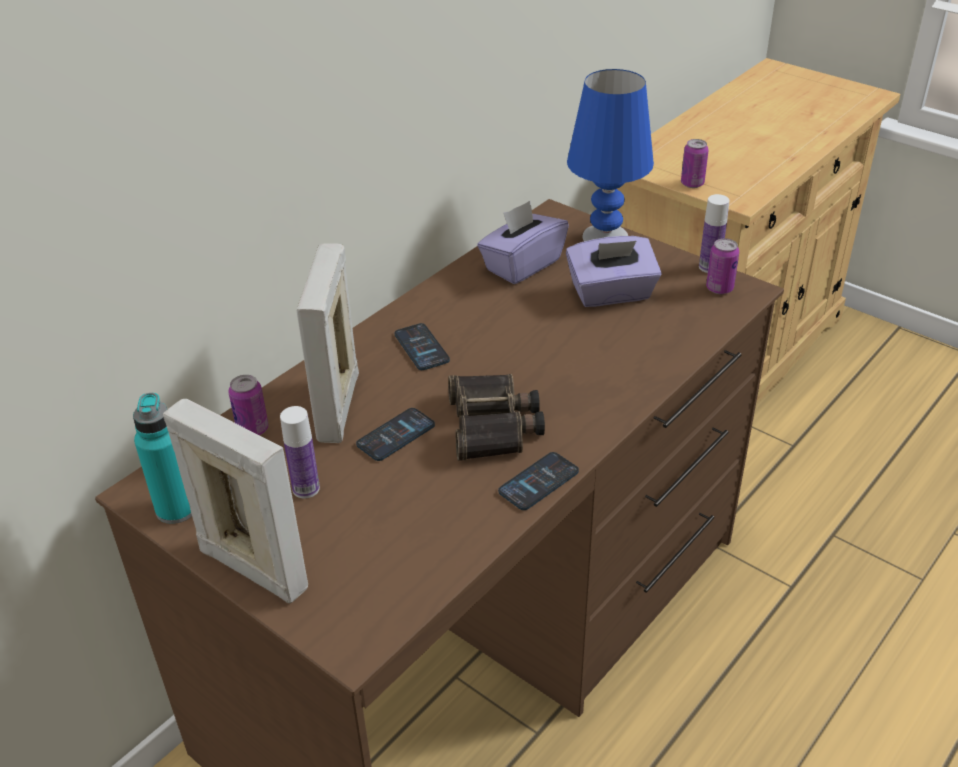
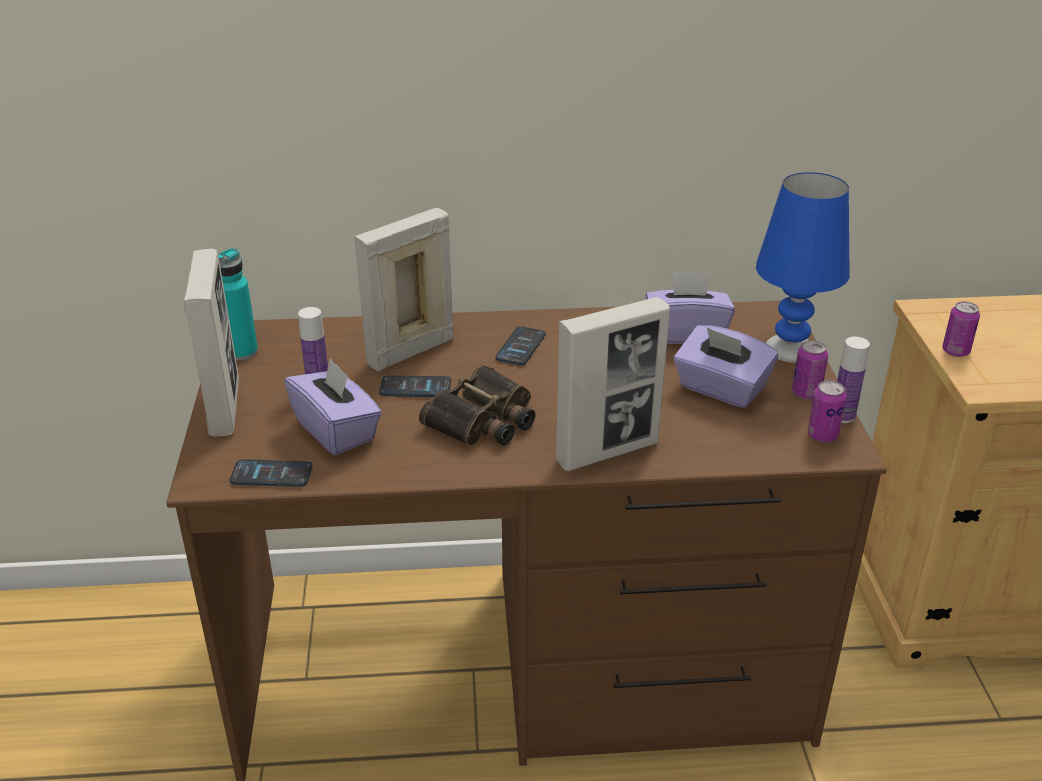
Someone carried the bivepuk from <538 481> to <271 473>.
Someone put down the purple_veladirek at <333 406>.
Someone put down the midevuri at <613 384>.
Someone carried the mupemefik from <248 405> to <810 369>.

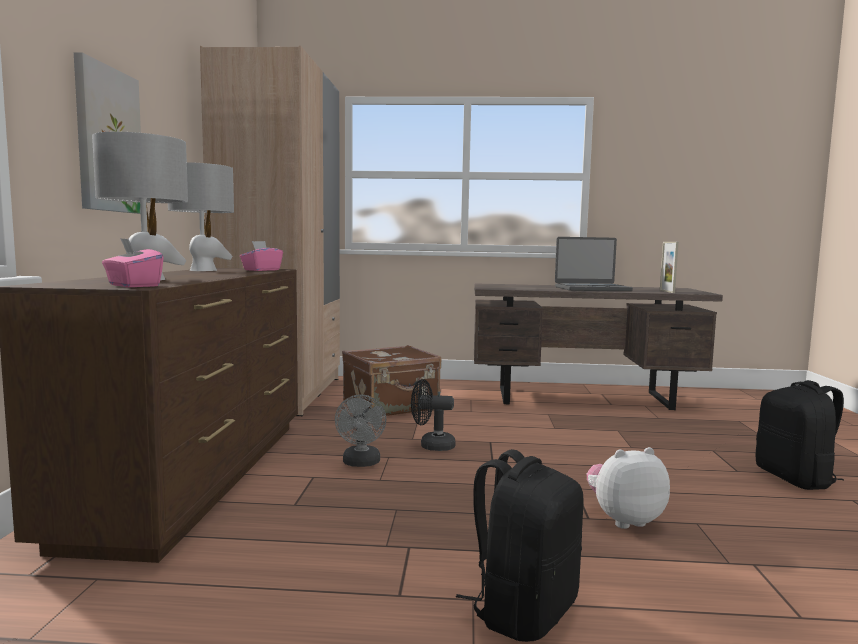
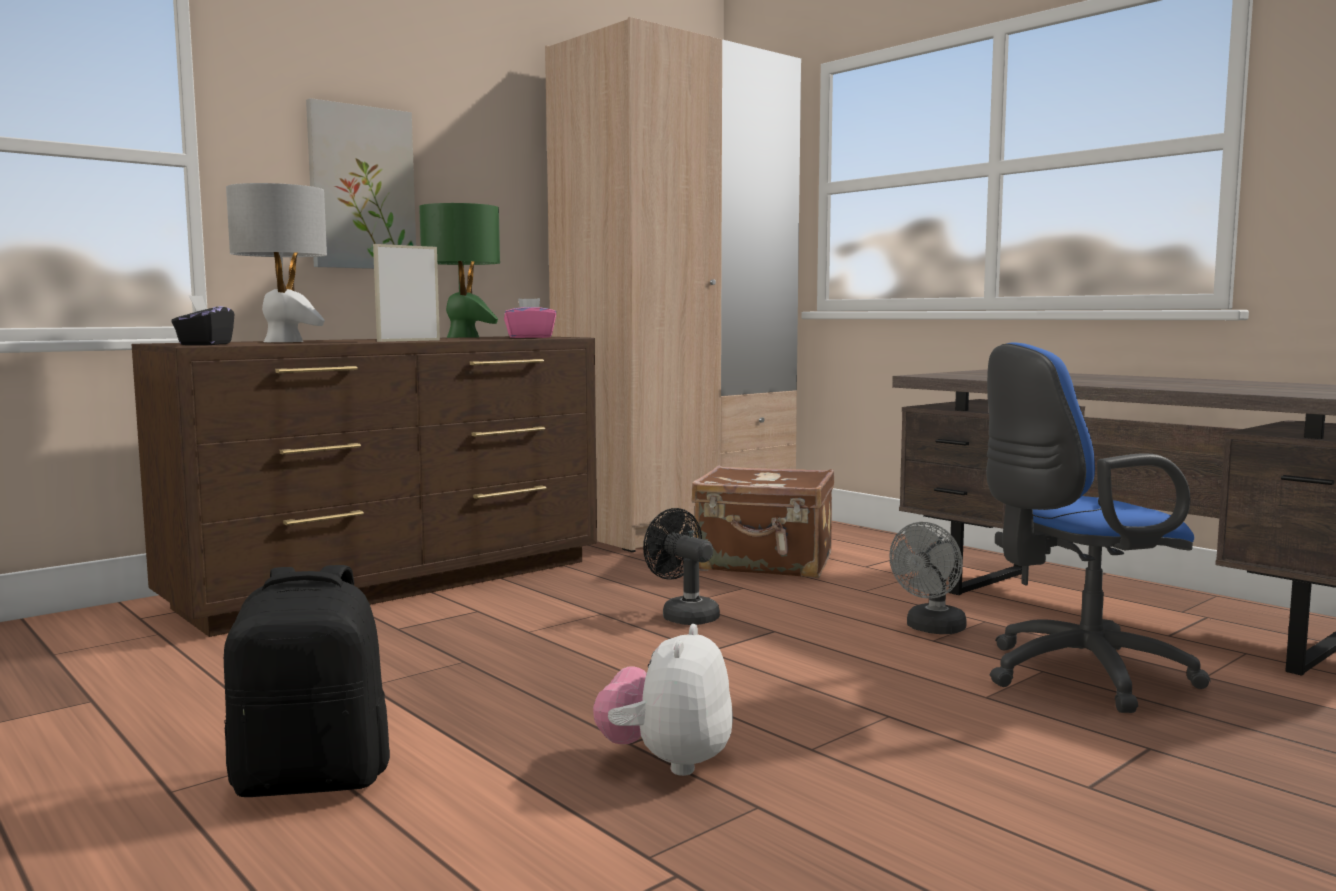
Someone repainted the pink_veladirek at <133 262>, which became the black_veladirek at <203 320>.
Someone carried the midevuri from <669 267> to <406 293>.
Someone repainted the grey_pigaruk at <201 216>, which became the green_pigaruk at <459 270>.
Someone rotated the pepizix at <628 488> by 105 degrees counterclockwise.
Someone carried the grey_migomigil from <360 430> to <928 578>.
Someone put down the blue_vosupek at <1098 527>.
Someone took away the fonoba at <594 264>.
Someone took away the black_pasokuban at <800 435>.

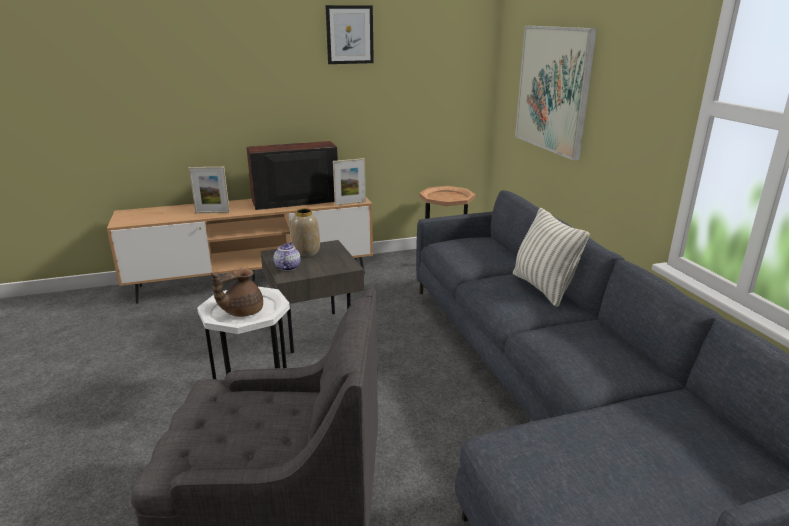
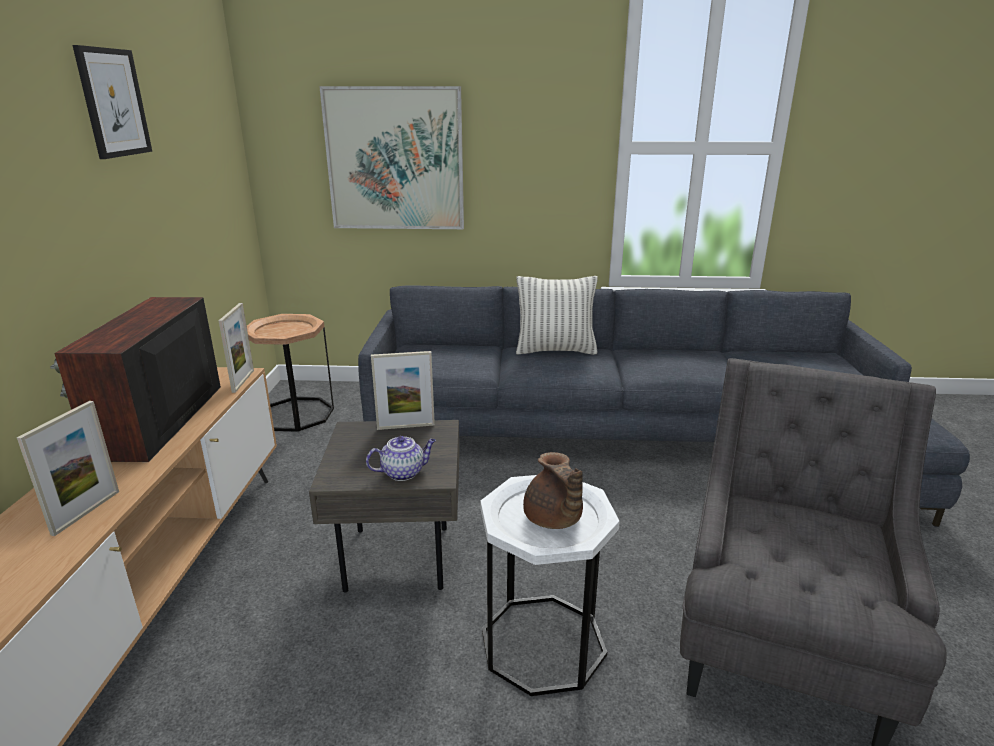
Someone rotated the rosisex at <287 256> by 135 degrees clockwise.
Someone put down the midevuri at <403 390>.
Someone took away the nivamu at <305 232>.

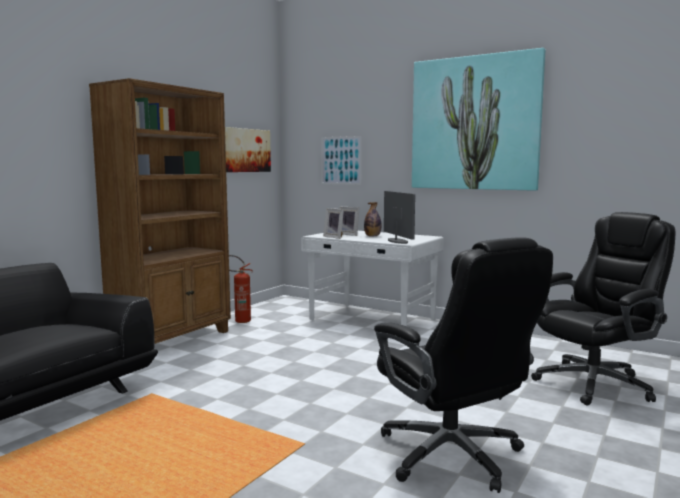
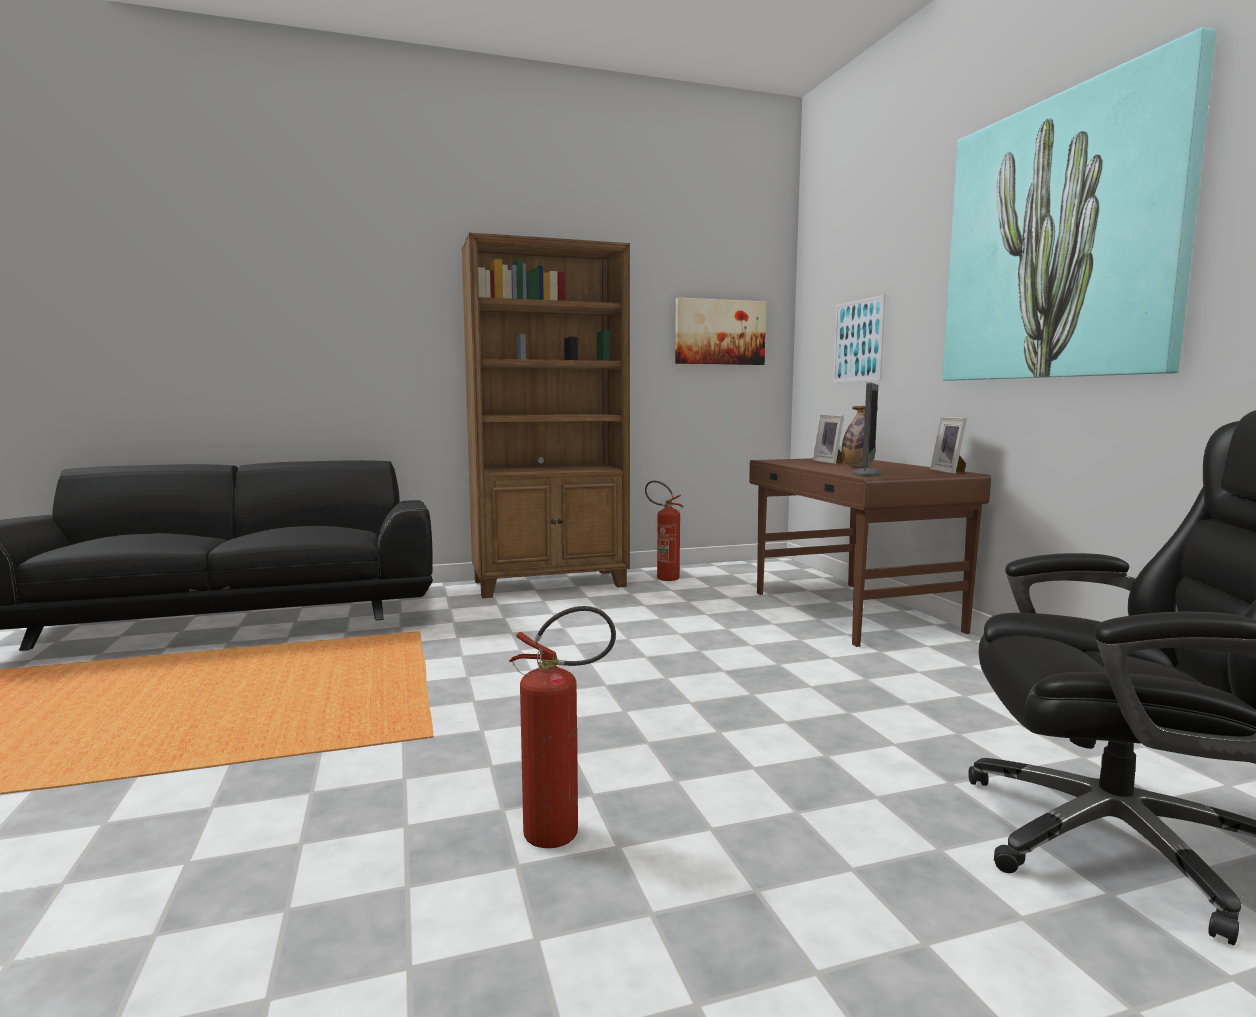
Someone swapped the black_vosupek at <463 365> for the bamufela at <562 727>.
Someone repainted the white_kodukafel at <372 279>, which became the brown_kodukafel at <870 552>.
Someone carried the midevuri from <333 223> to <948 445>.

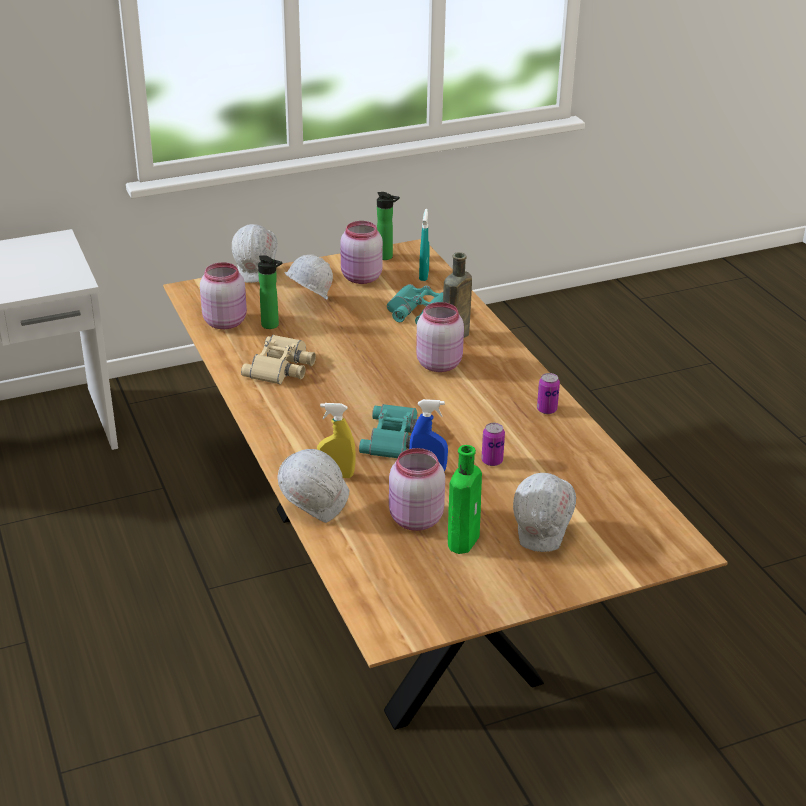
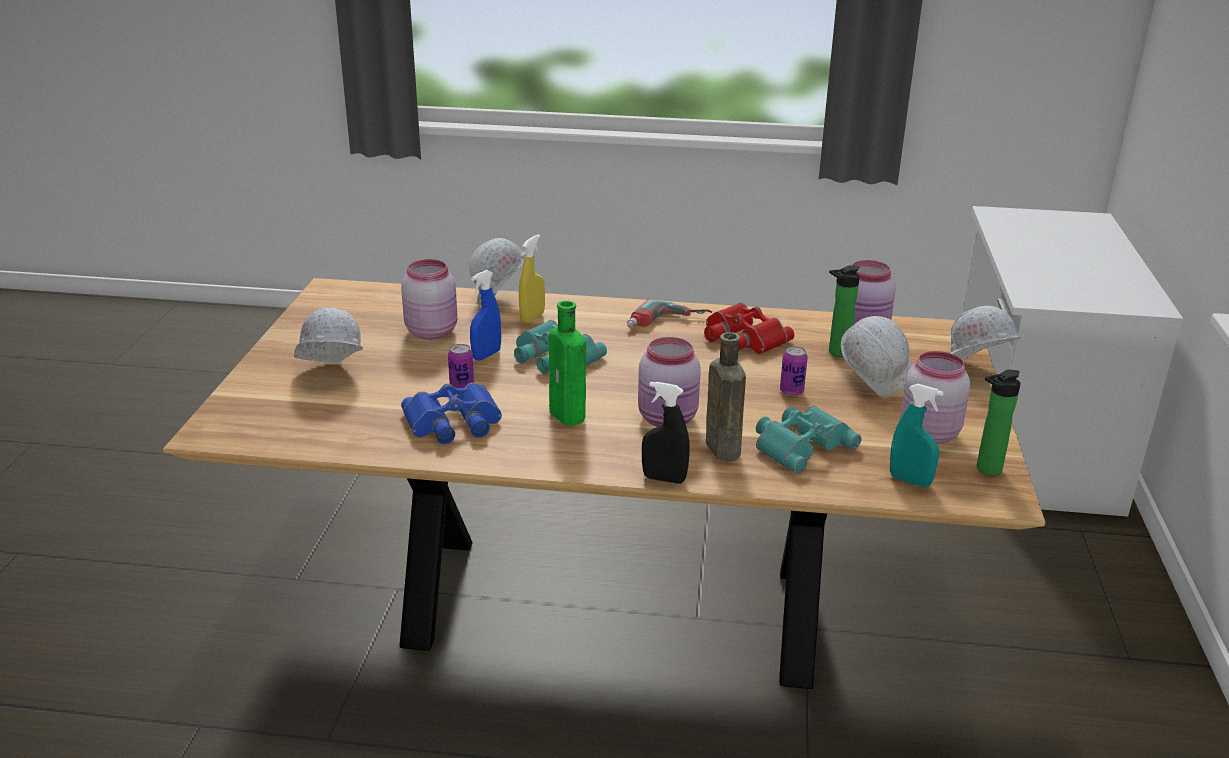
Someone put down the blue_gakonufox at <451 413>.
Someone carried the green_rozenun from <465 499> to <567 363>.
Someone put down the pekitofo at <669 313>.
Someone put down the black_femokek at <666 433>.
Someone repainted the beige_gakonufox at <278 360>, which became the red_gakonufox at <749 328>.
Someone carried the mupemefik from <548 393> to <794 371>.

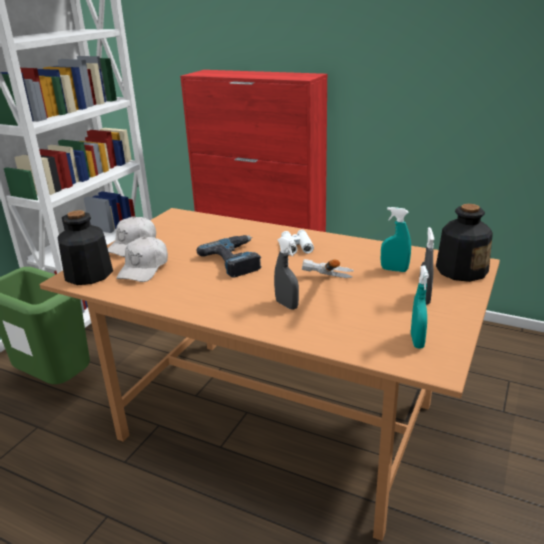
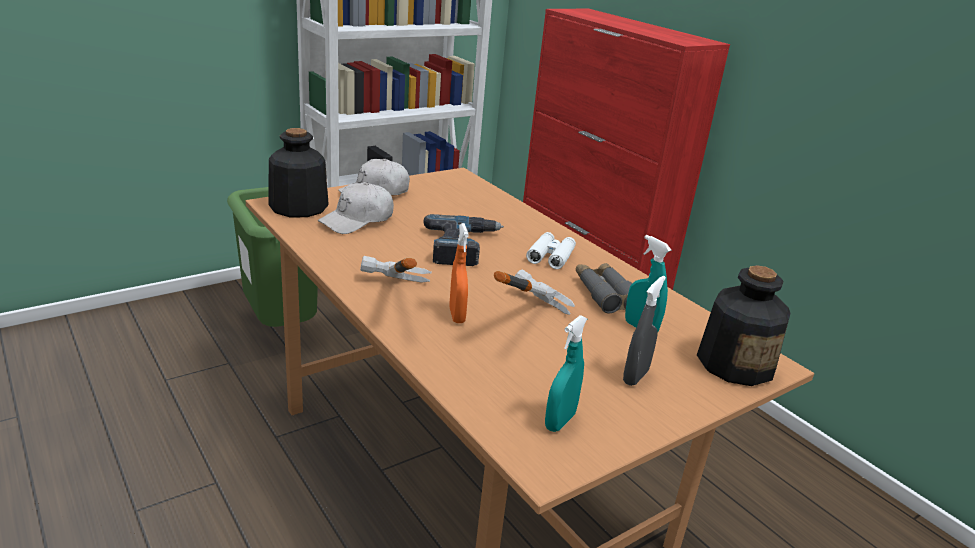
Someone put down the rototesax at <396 269>.
Someone repainted the grey_femokek at <286 273>, which became the orange_femokek at <459 273>.
Someone put down the grey_gakonufox at <604 288>.

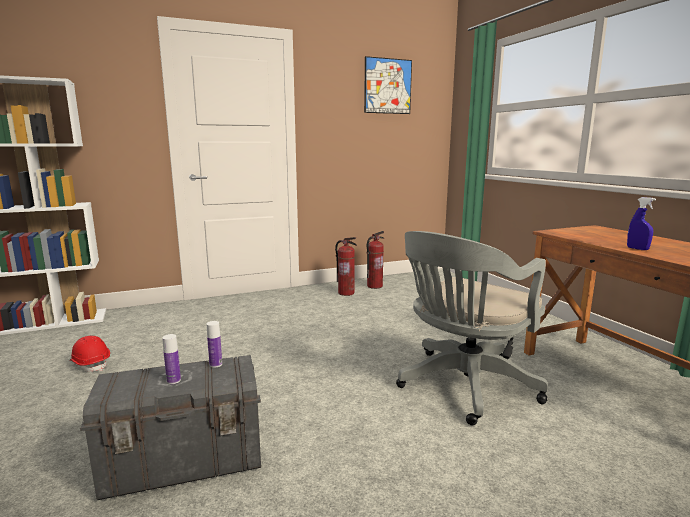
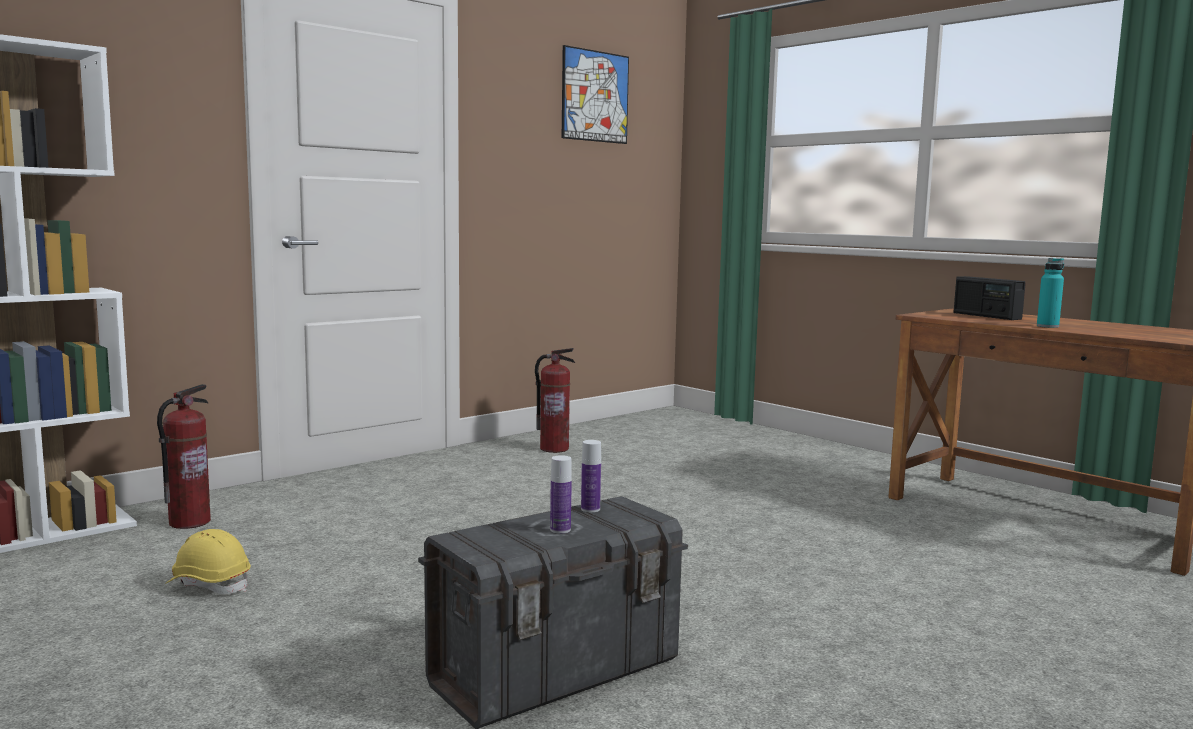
Someone carried the bamufela from <375 260> to <184 456>.
Someone repainted the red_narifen at <90 354>, which became the yellow_narifen at <208 561>.
Someone put down the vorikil at <989 298>.
Someone swapped the blue_femokek at <641 223> for the turquoise_rozenun at <1050 293>.
Someone took away the grey_vosupek at <472 328>.

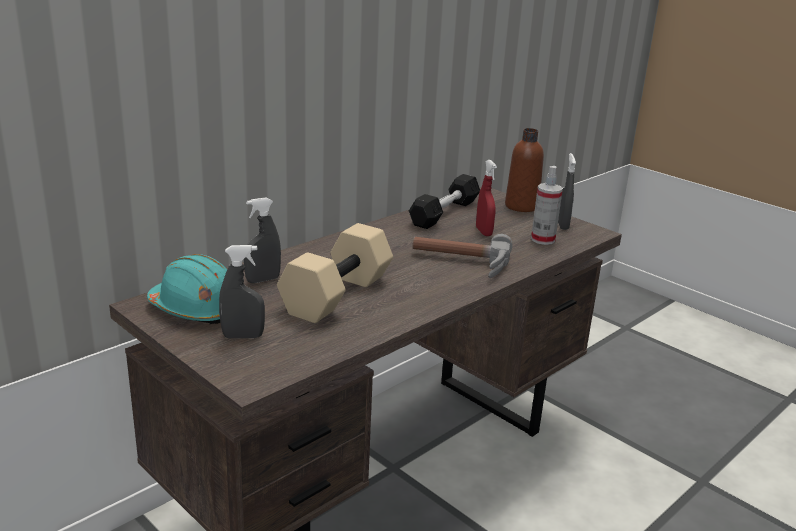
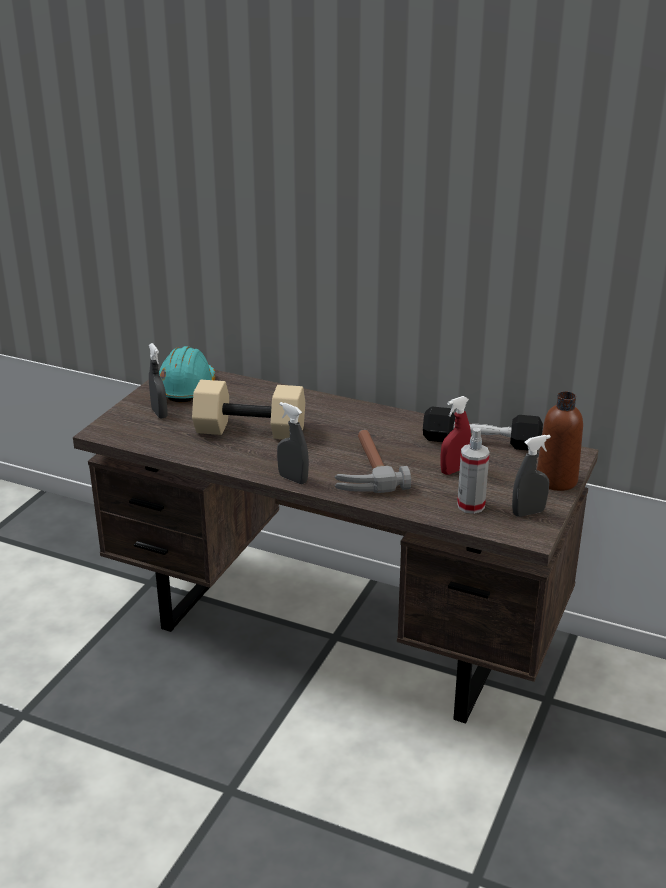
Someone carried the grey_femokek from <262 240> to <293 443>.

